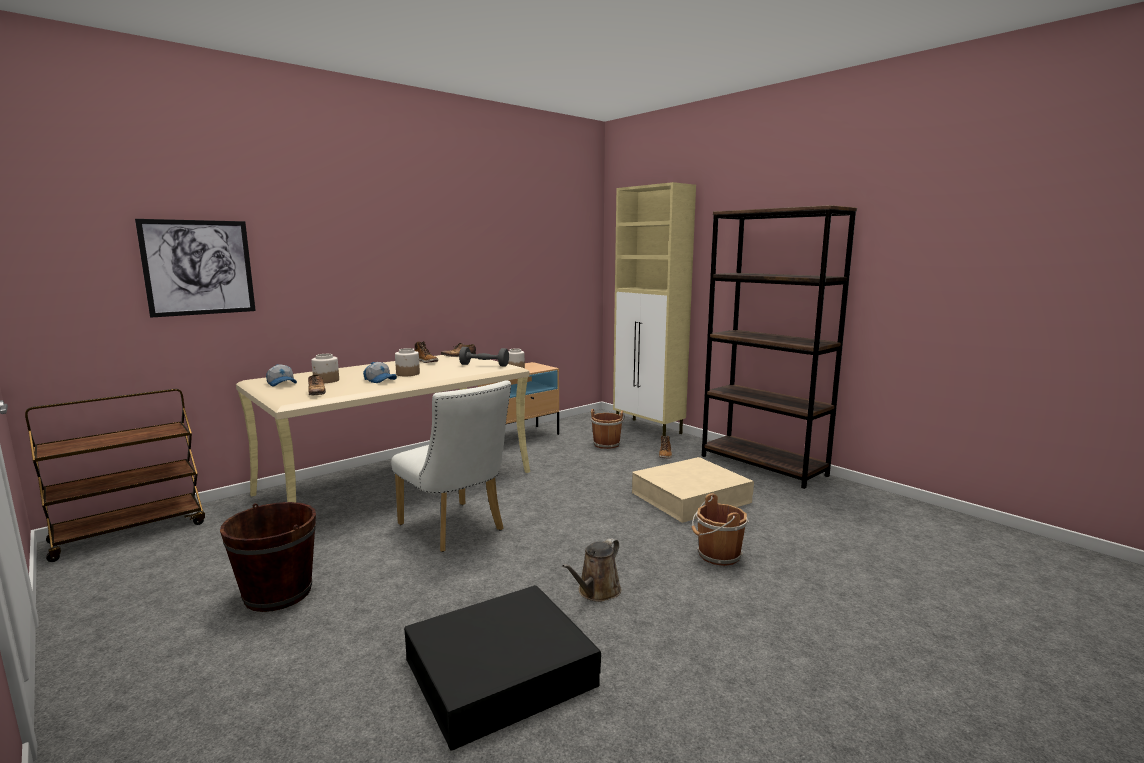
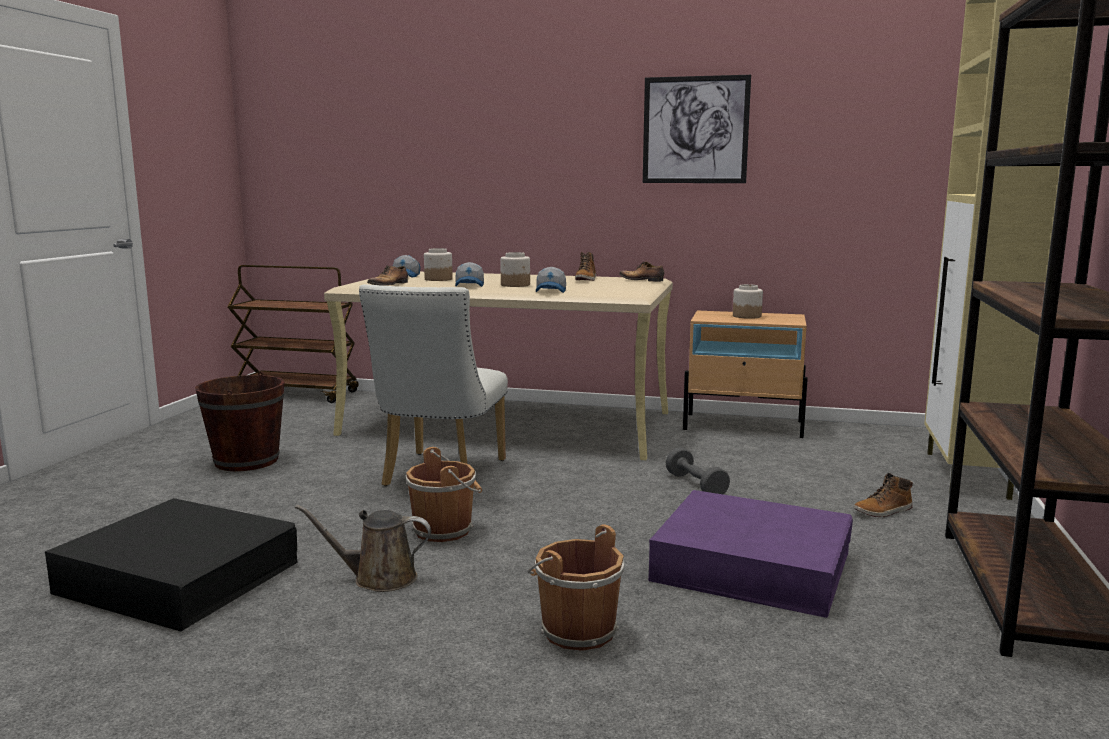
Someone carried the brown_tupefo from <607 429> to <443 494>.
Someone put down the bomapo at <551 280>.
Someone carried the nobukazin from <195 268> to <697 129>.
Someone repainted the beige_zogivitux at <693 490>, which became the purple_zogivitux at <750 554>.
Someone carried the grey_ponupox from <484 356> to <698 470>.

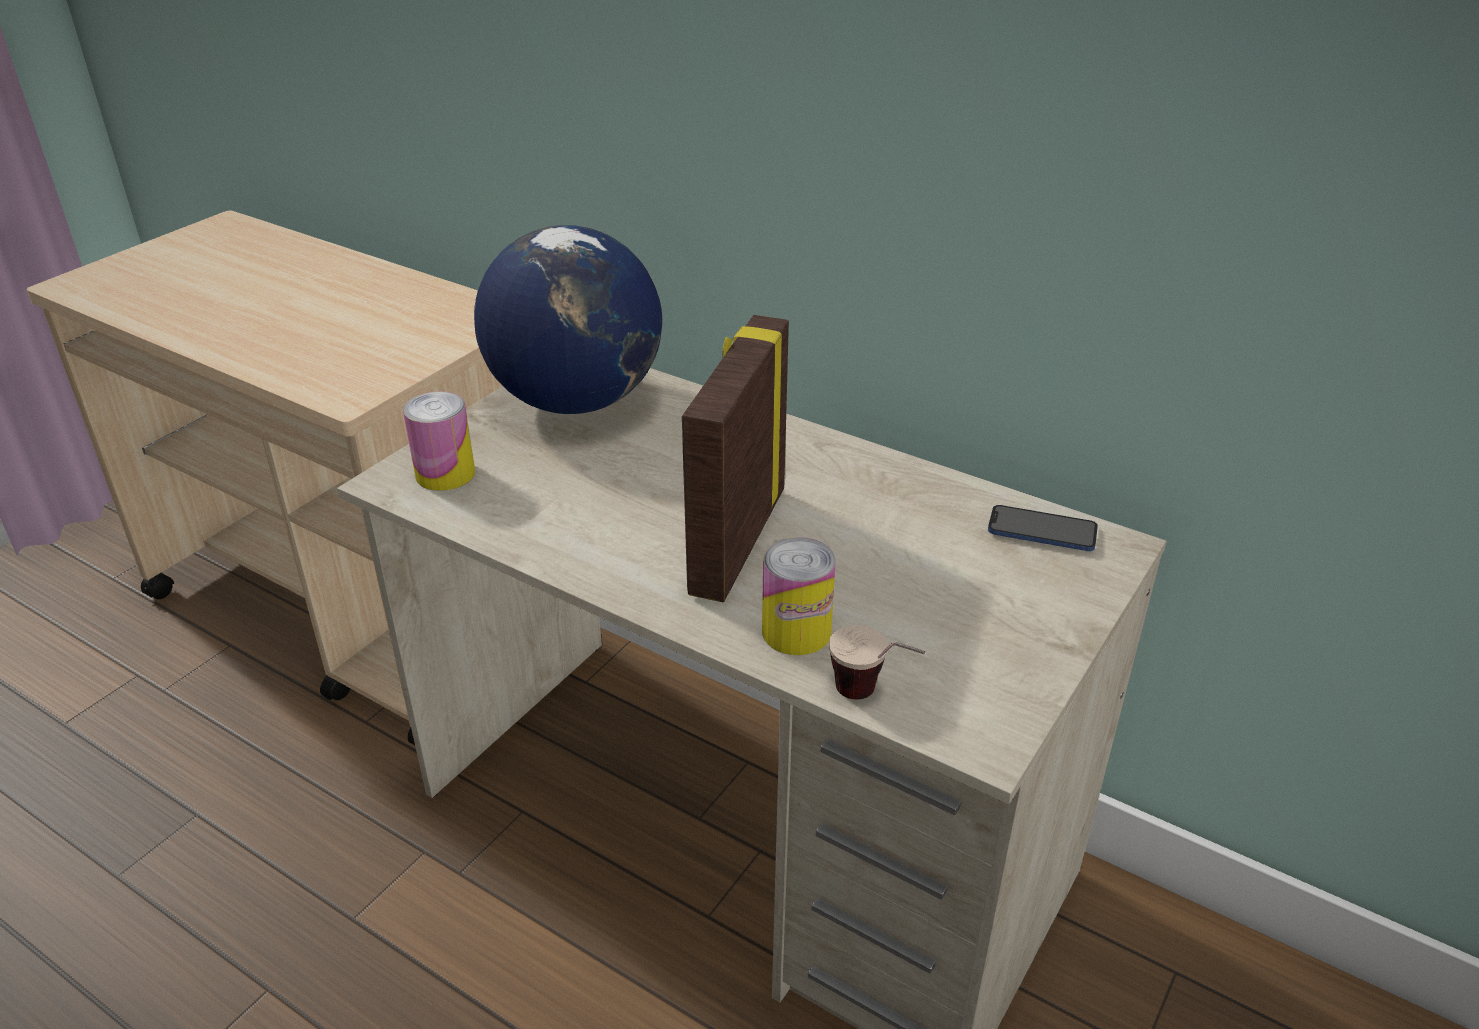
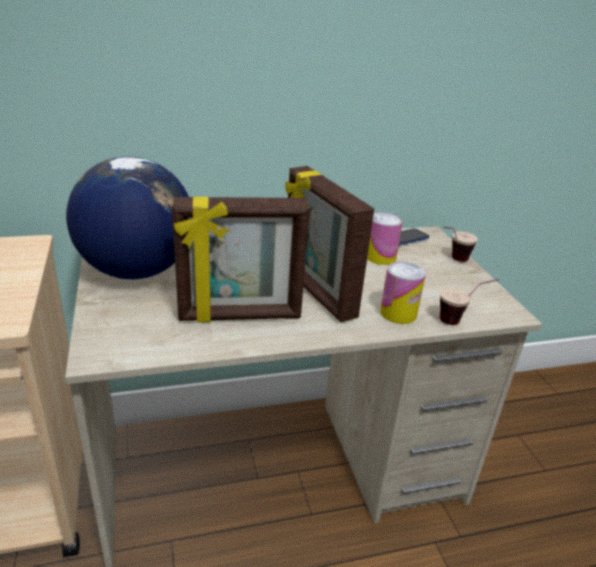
Someone put down the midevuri at <241 260>.
Someone carried the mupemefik from <439 441> to <385 239>.
Someone put down the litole at <460 244>.

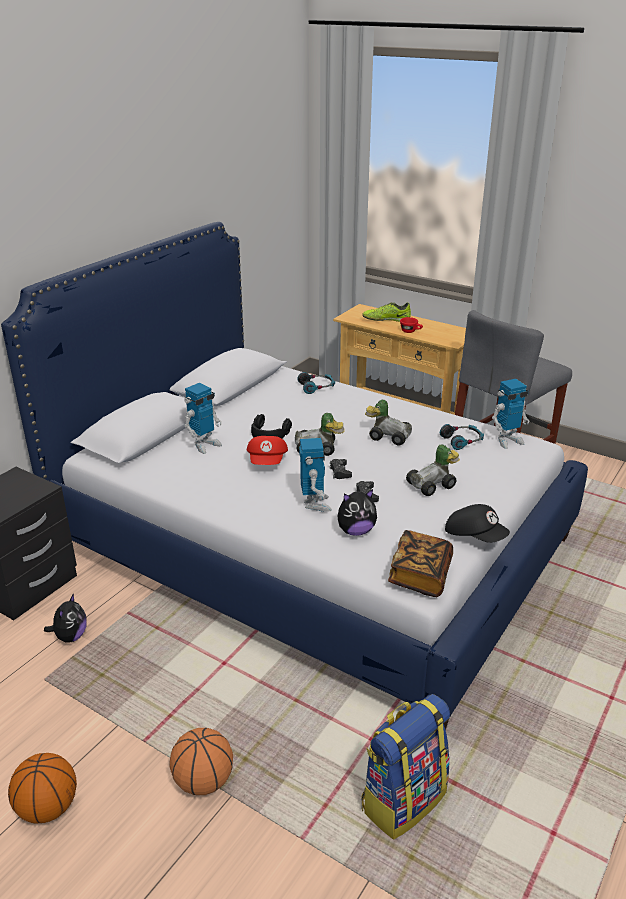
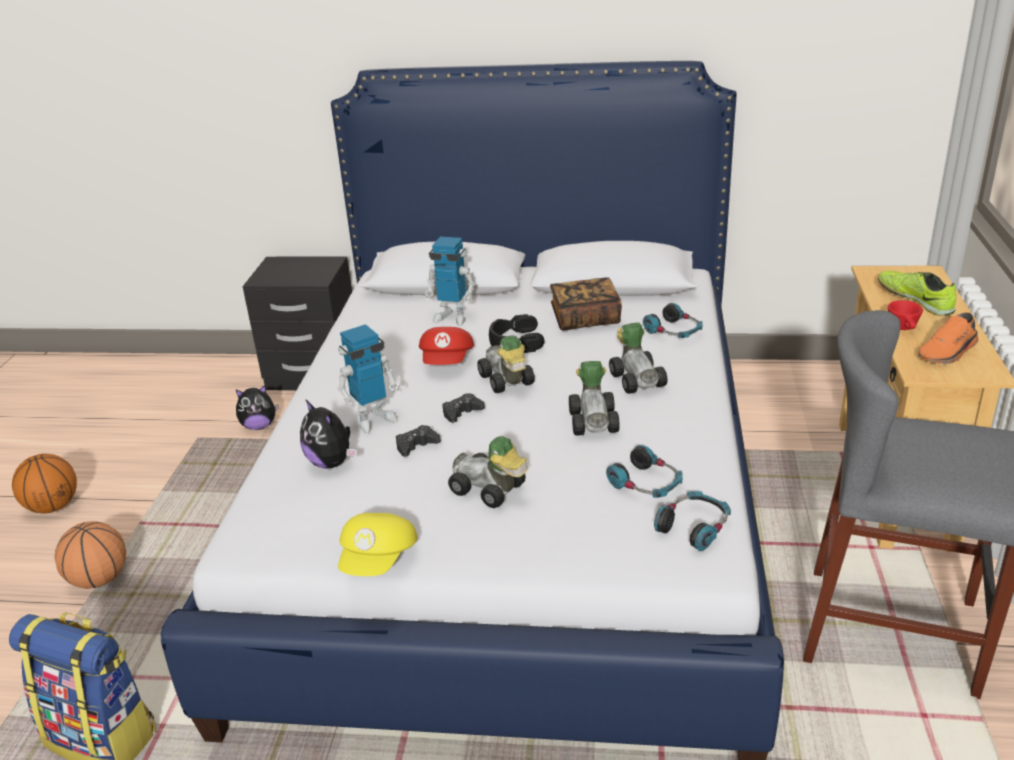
Someone repainted the black_bomapo at <477 523>, which became the yellow_bomapo at <378 544>.
Someone rotated the red_bomapo at <267 450> by 60 degrees counterclockwise.
Someone carried the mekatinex from <420 563> to <586 304>.
Someone put down the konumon at <638 358>.
Someone swapped the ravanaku at <510 414> for the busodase at <692 521>.
Someone put down the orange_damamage at <948 338>.

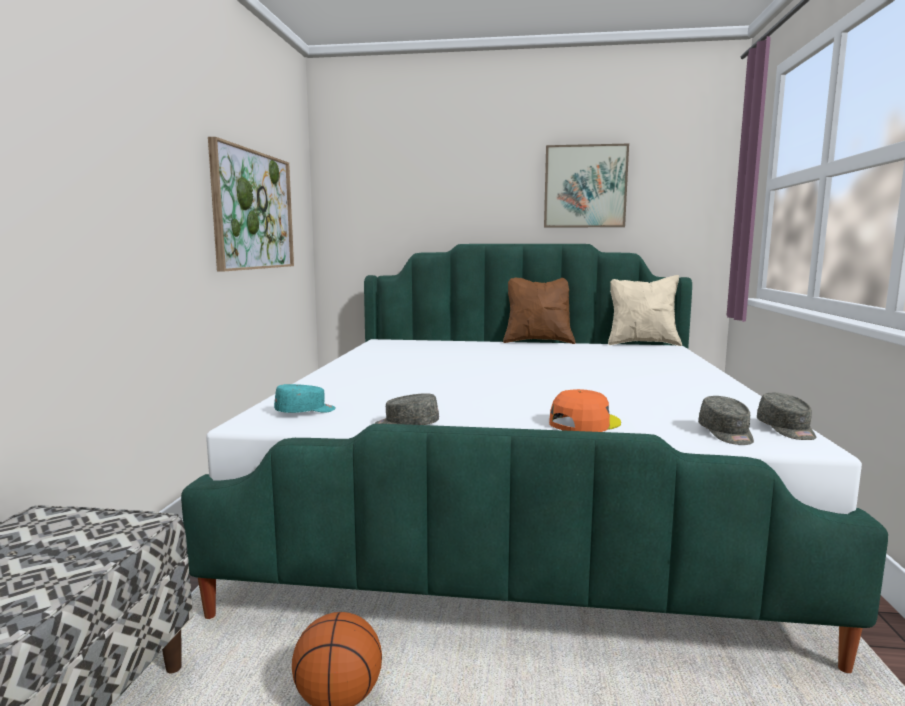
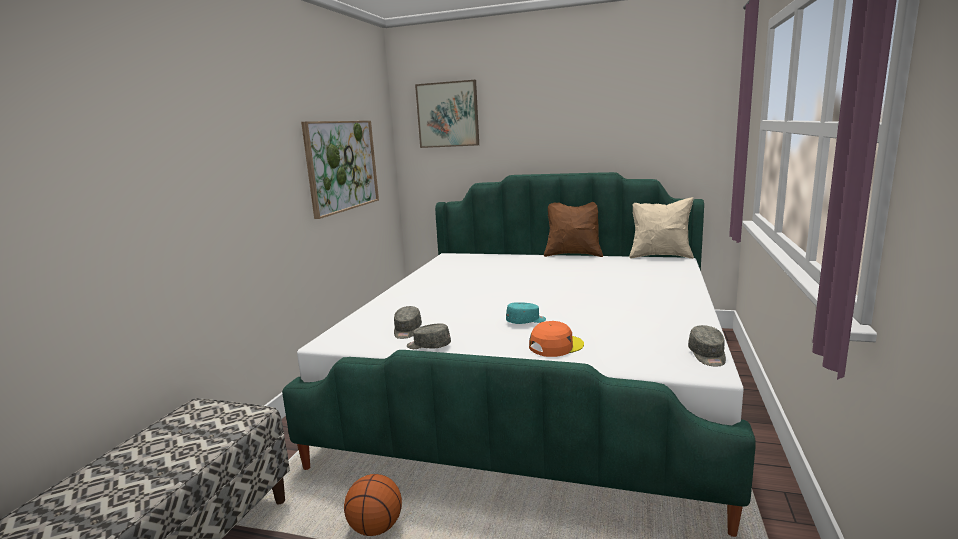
Someone carried the grey_bomapo from <726 420> to <408 322>.
Someone carried the nobukazin from <586 186> to <447 114>.
Someone carried the turquoise_bomapo from <305 398> to <526 313>.

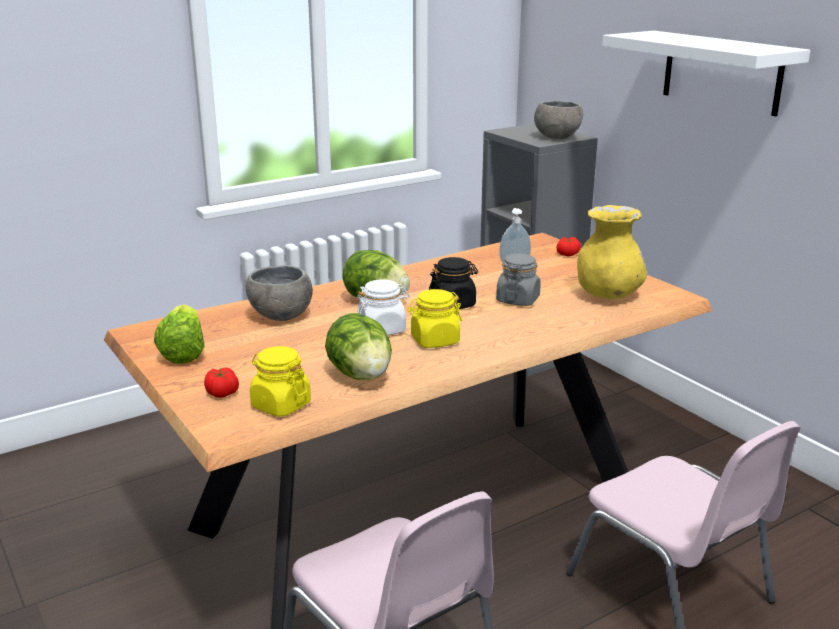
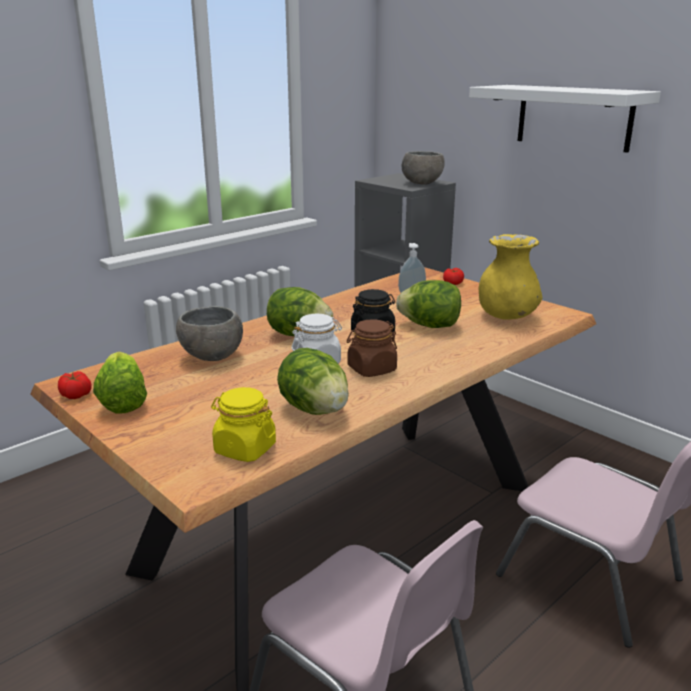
Someone carried the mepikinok from <221 382> to <75 385>.
Someone repainted the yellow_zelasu at <434 318>, which became the brown_zelasu at <372 348>.
Someone swapped the grey_zelasu at <518 280> for the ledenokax at <428 304>.

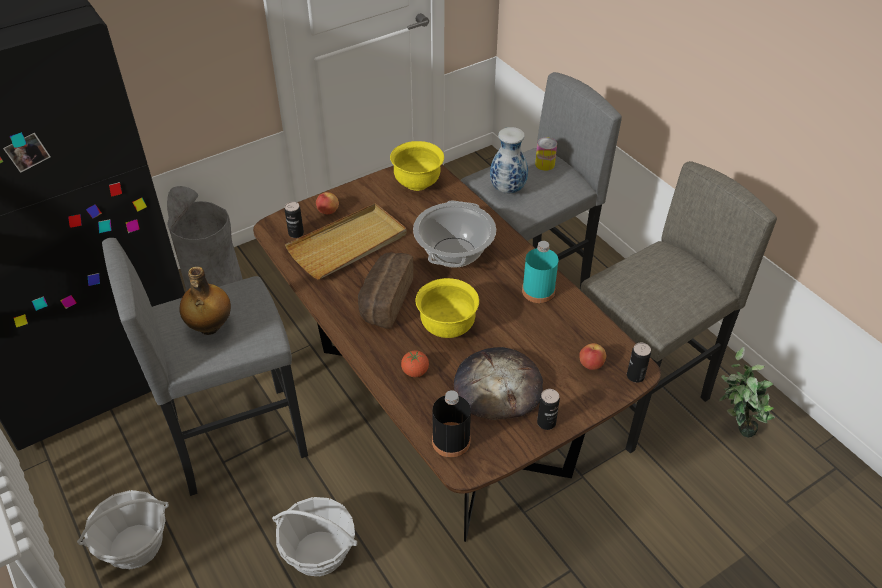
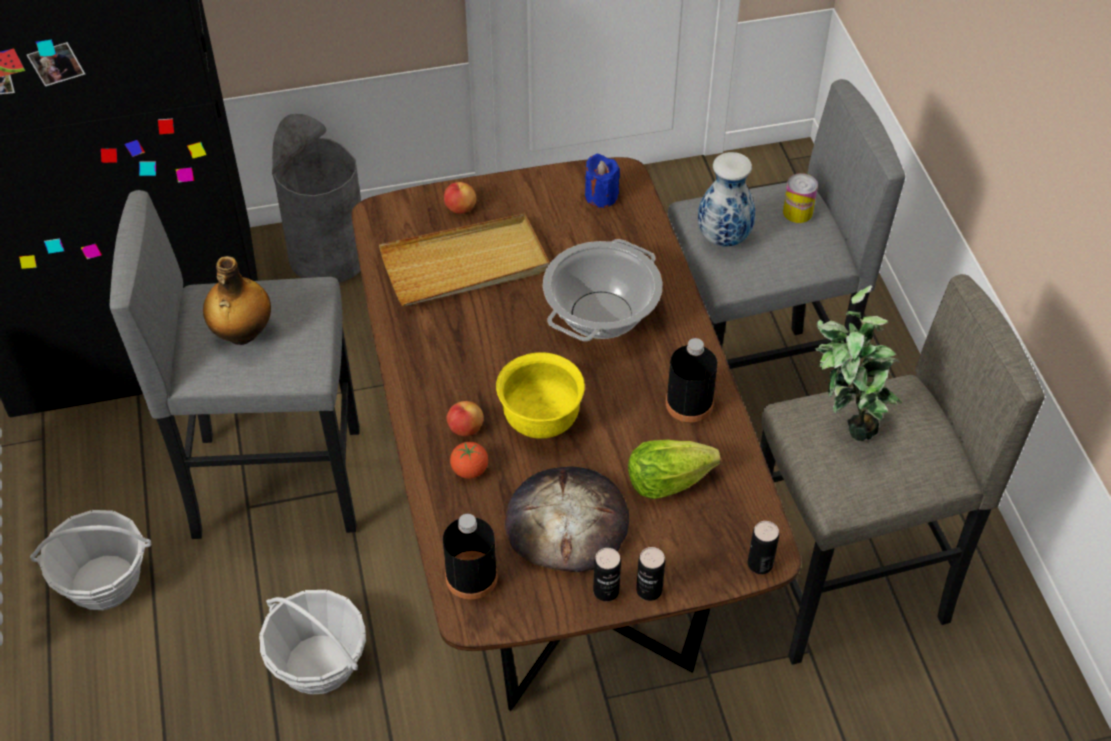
Someone carried the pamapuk from <592 356> to <465 418>.
Someone swapped the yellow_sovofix at <417 166> for the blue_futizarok at <602 181>.
Someone put down the ledenokax at <674 469>.
Someone carried the mupemefik from <294 220> to <650 574>.
Someone repainted the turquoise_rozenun at <540 272>, which became the black_rozenun at <691 380>.
Someone carried the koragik from <747 392> to <858 363>.
Someone took away the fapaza at <386 291>.

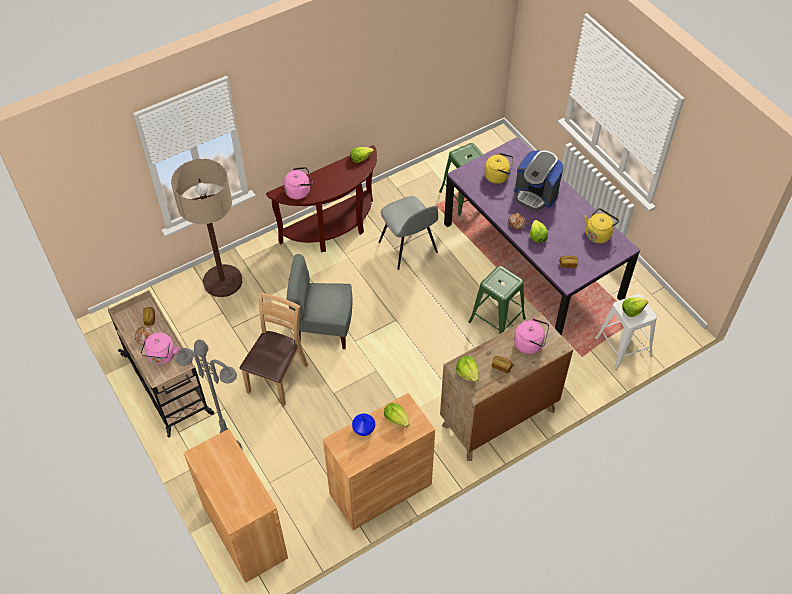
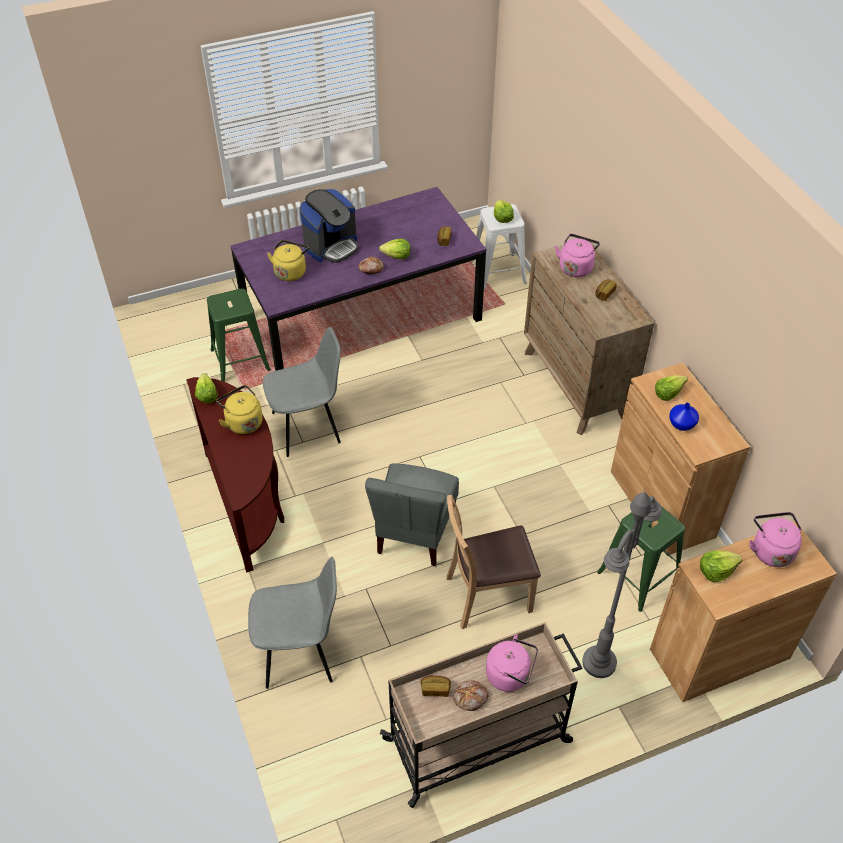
Someone carried the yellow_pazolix from <602 225> to <239 409>.
Someone swapped the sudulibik at <206 228> for the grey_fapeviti at <292 623>.
Someone rotated the brown_fapeviti at <274 349> by 45 degrees counterclockwise.
Someone carried the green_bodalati from <497 300> to <641 559>.
Someone carried the ledenokax from <467 369> to <721 566>.
Someone carried the pink_pazolix from <298 183> to <775 539>.

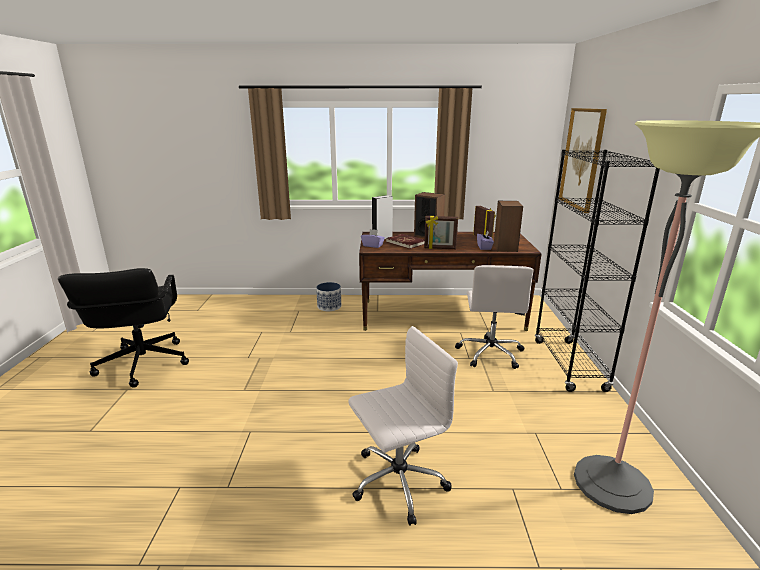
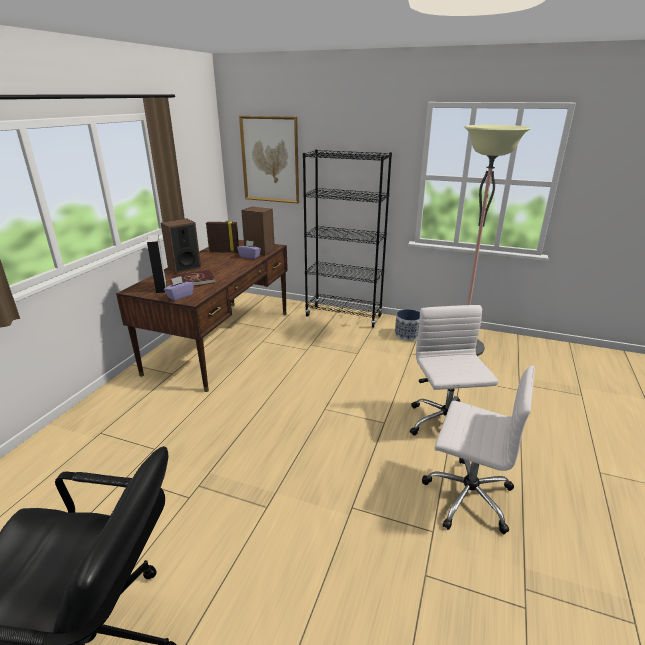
Someone carried the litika from <328 296> to <407 325>.
Someone carried the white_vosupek from <494 317> to <478 450>.
Someone took away the midevuri at <441 232>.

